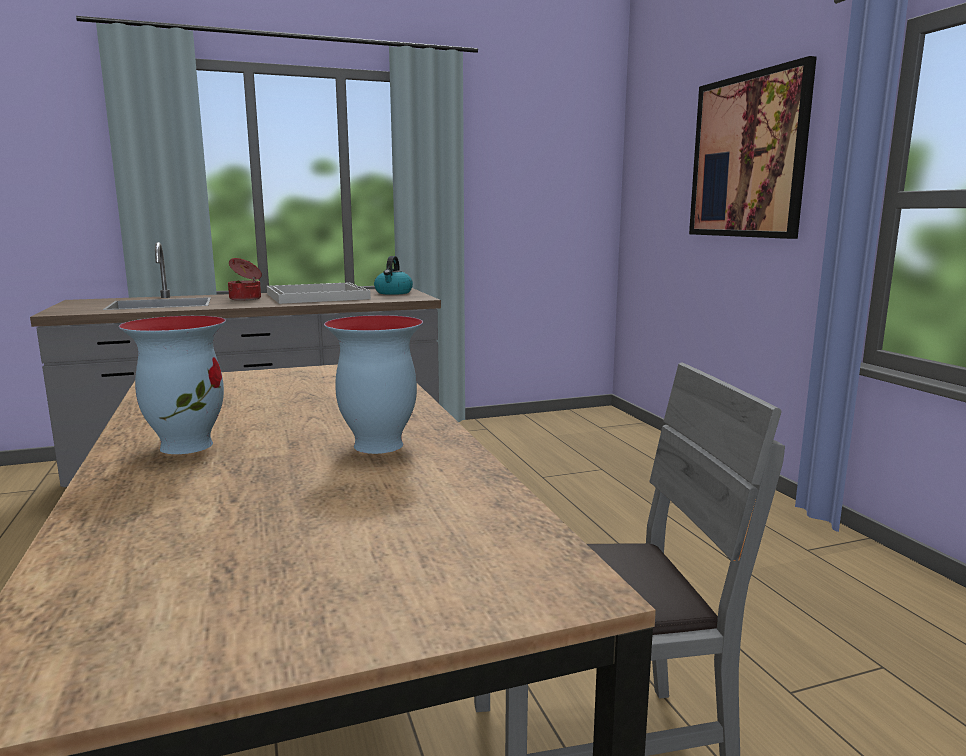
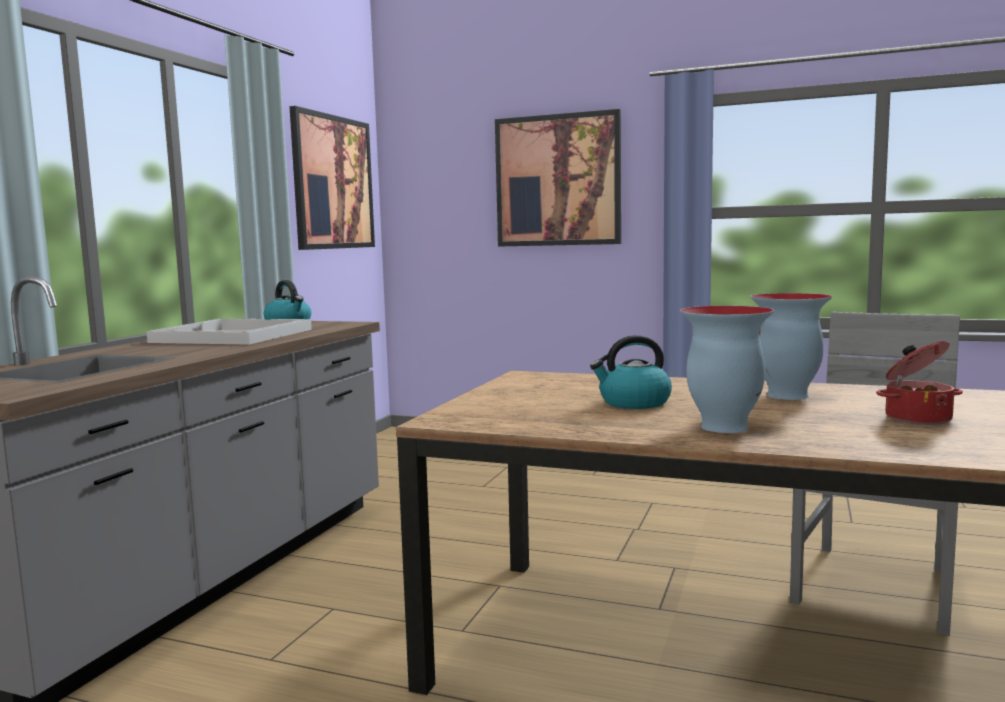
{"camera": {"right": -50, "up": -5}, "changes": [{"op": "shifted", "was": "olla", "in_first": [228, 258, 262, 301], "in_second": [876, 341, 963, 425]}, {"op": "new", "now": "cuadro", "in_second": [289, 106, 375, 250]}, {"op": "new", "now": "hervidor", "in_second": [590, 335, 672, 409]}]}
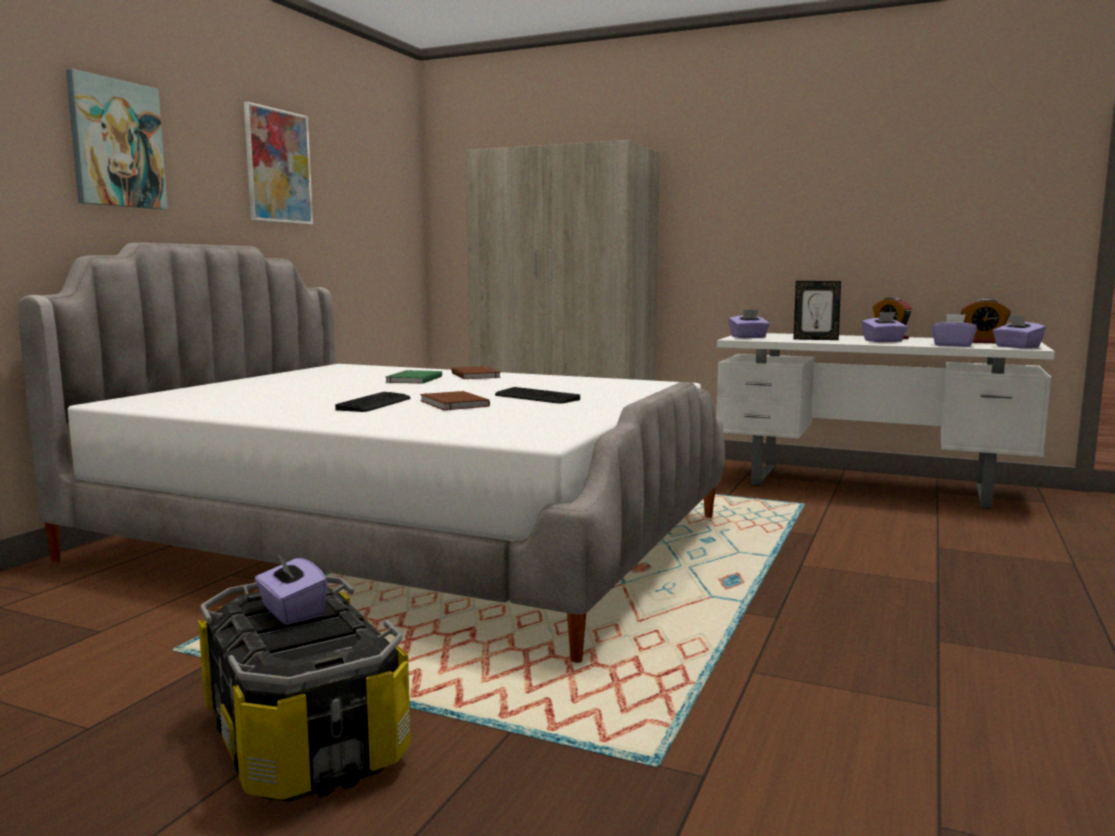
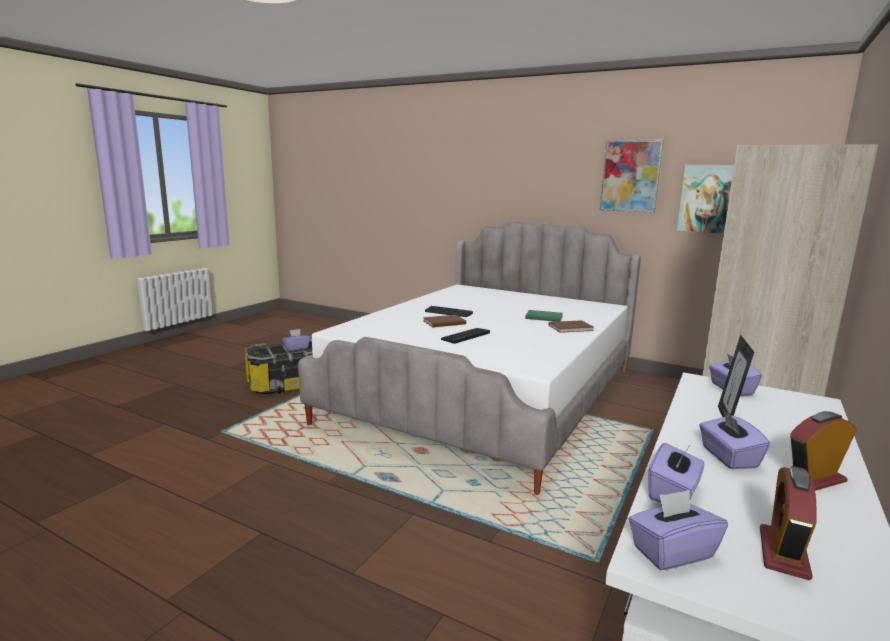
{"camera": {"right": 95, "up": 5}, "changes": [{"op": "shifted", "was": "cuadro", "in_first": [66, 69, 168, 209], "in_second": [677, 165, 734, 234]}]}
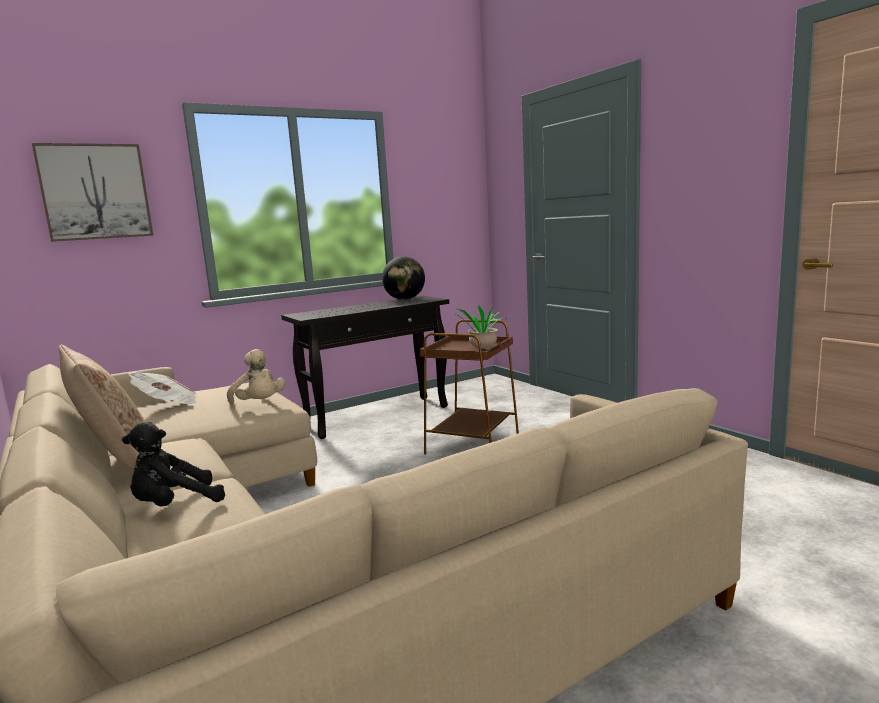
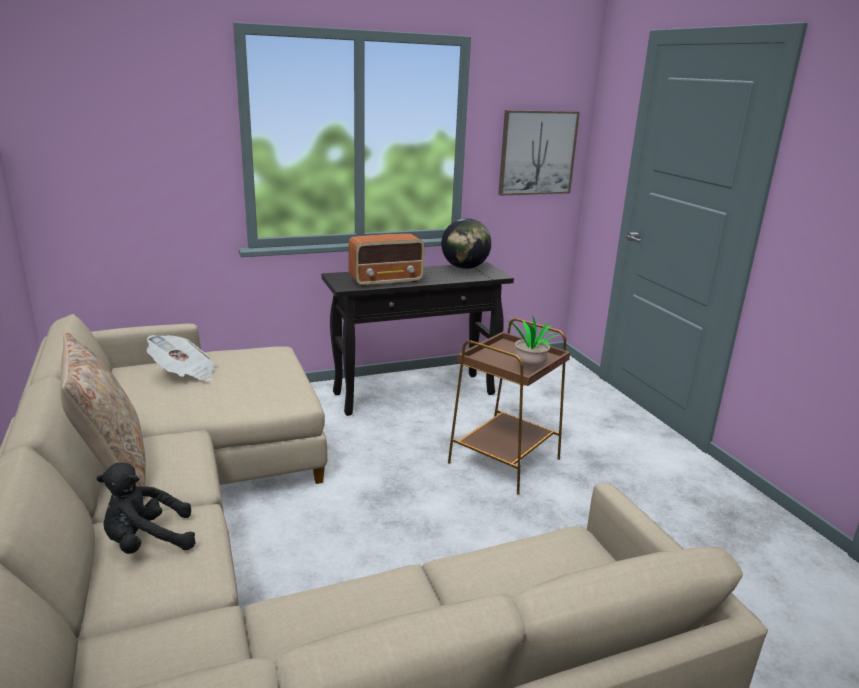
{"camera": {"right": 10, "up": 10}, "changes": [{"op": "shifted", "was": "cuadro", "in_first": [32, 143, 153, 242], "in_second": [498, 110, 580, 195]}, {"op": "gone", "was": "peluche/beis", "in_first": [227, 349, 285, 404]}, {"op": "new", "now": "radio", "in_second": [348, 233, 424, 287]}]}
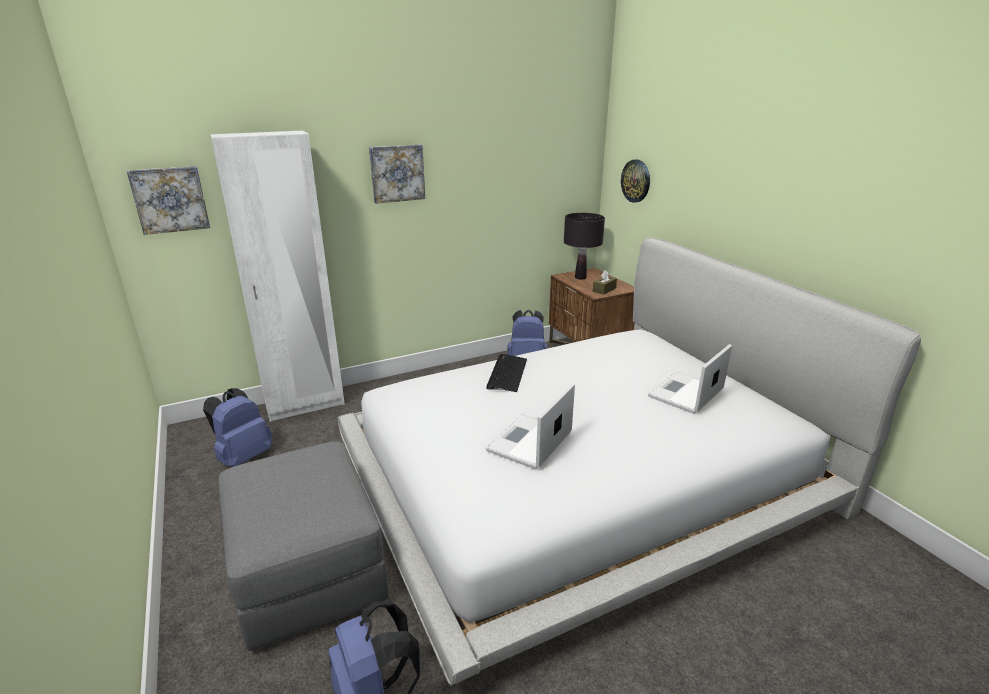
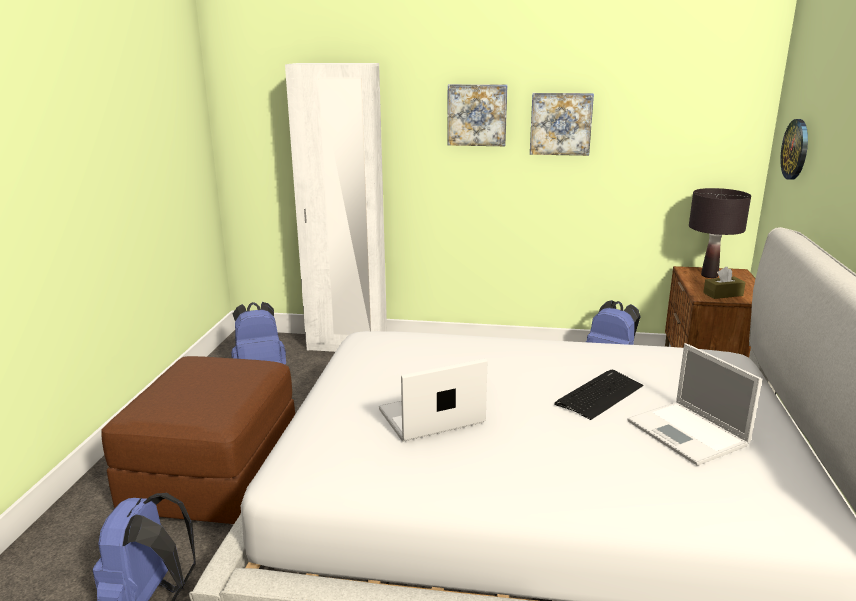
{"camera": {"right": 35, "up": -5}, "changes": [{"op": "shifted", "was": "cuadro", "in_first": [127, 166, 210, 235], "in_second": [530, 93, 594, 156]}, {"op": "rotated", "was": "portátil", "in_first": [648, 344, 732, 414], "in_second": [628, 343, 762, 466], "clockwise": -105}, {"op": "shifted", "was": "teclado", "in_first": [486, 354, 527, 392], "in_second": [554, 370, 643, 420]}, {"op": "repainted", "was": "puf/gris", "now": "puf/marrón", "in_first": [219, 441, 389, 651], "in_second": [101, 356, 295, 524]}]}
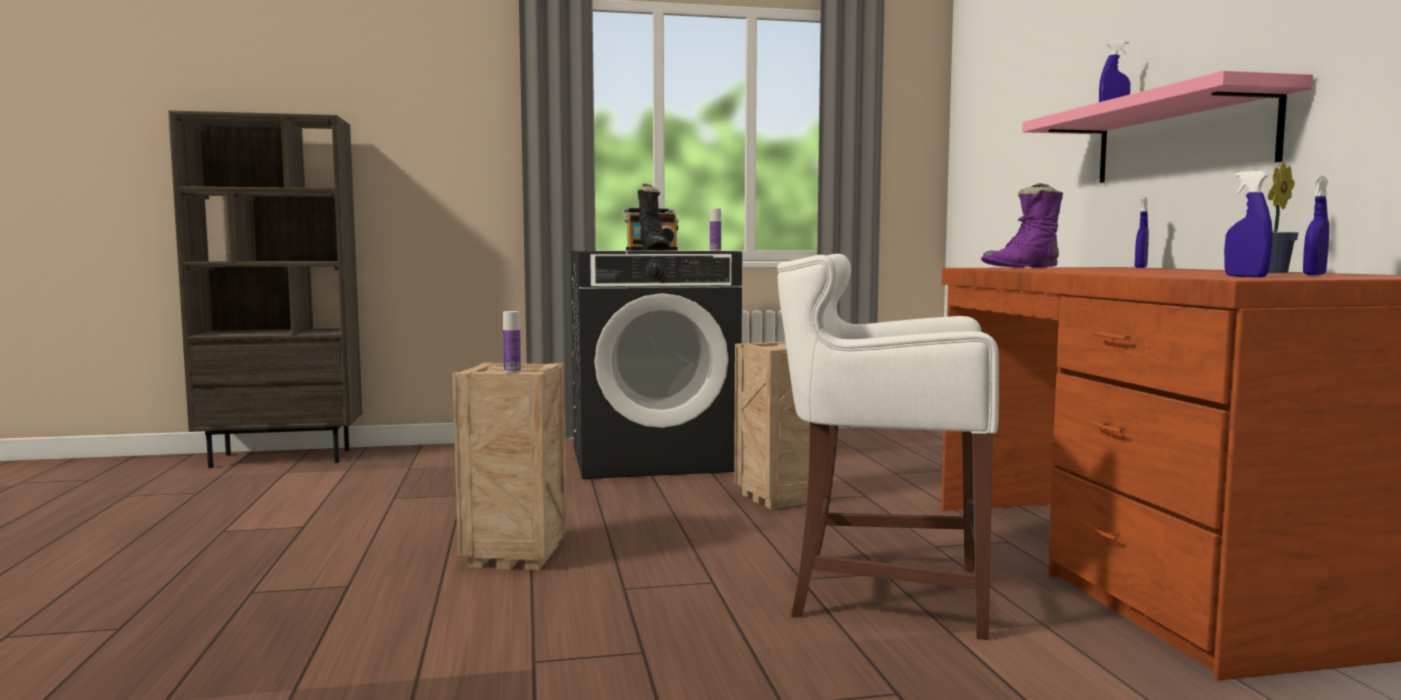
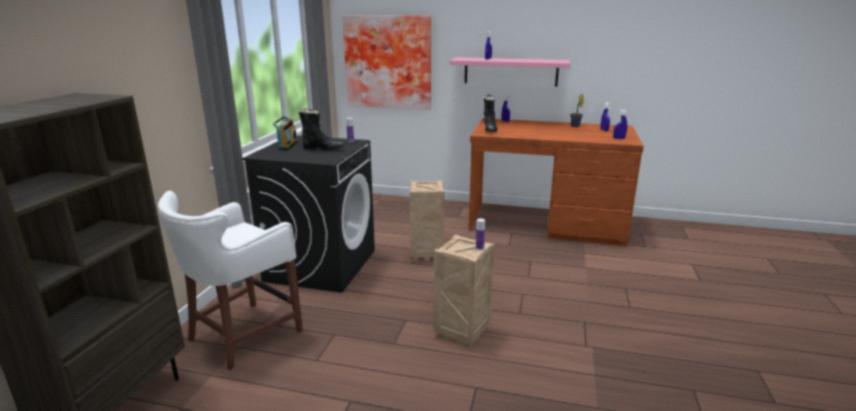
{"camera": {"right": -65, "up": 15}, "changes": [{"op": "repainted", "was": "bota/morado", "now": "bota/negro", "in_first": [981, 183, 1063, 268], "in_second": [484, 94, 497, 132]}, {"op": "shifted", "was": "taburete/blanco", "in_first": [777, 254, 999, 640], "in_second": [158, 191, 303, 370]}, {"op": "new", "now": "cuadro", "in_second": [342, 15, 431, 110]}]}
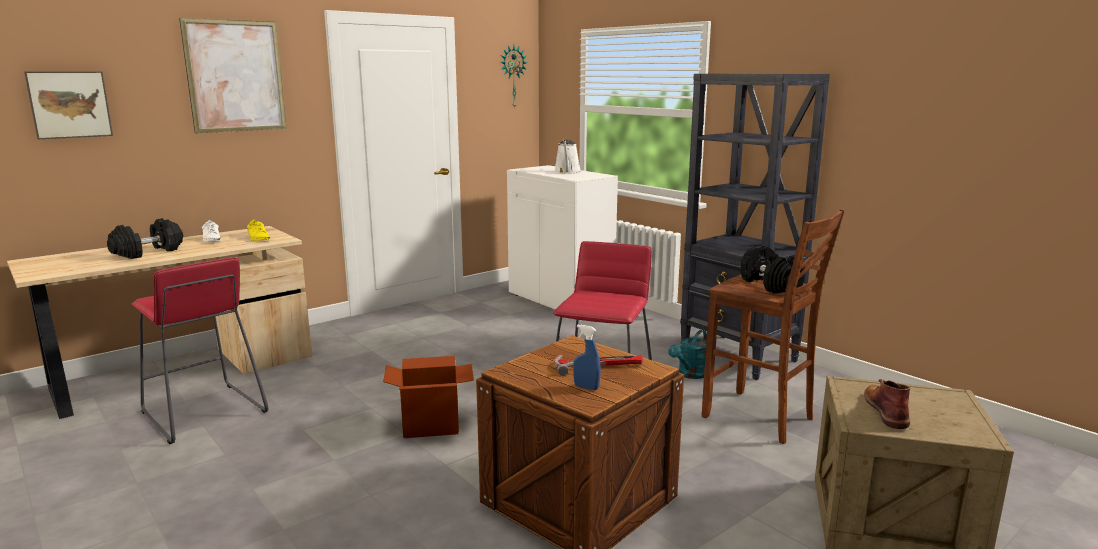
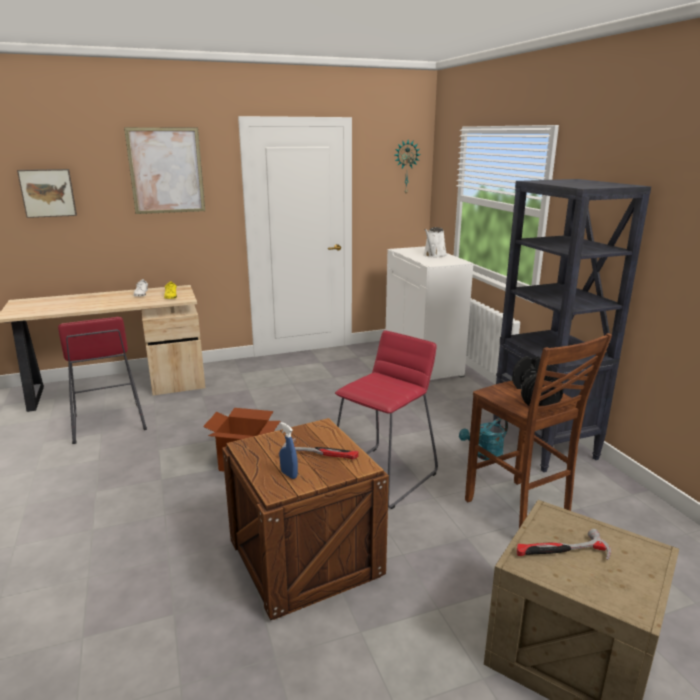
{"camera": {"right": 20, "up": 5}, "changes": [{"op": "gone", "was": "mancuerna/negro", "in_first": [107, 218, 183, 259]}, {"op": "swapped", "was": "bota/marrón", "now": "martillo", "in_first": [864, 379, 910, 429], "in_second": [517, 529, 611, 560]}]}
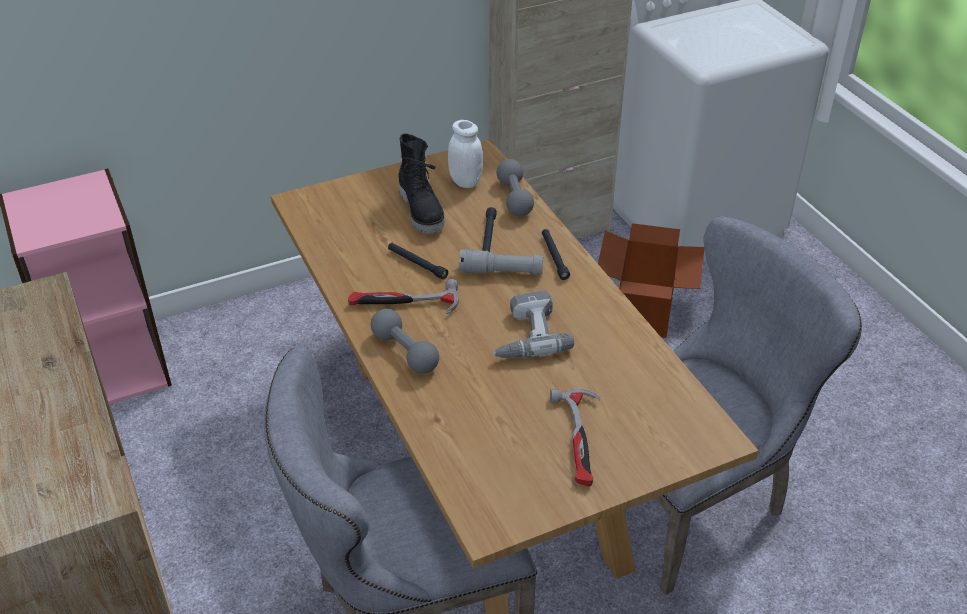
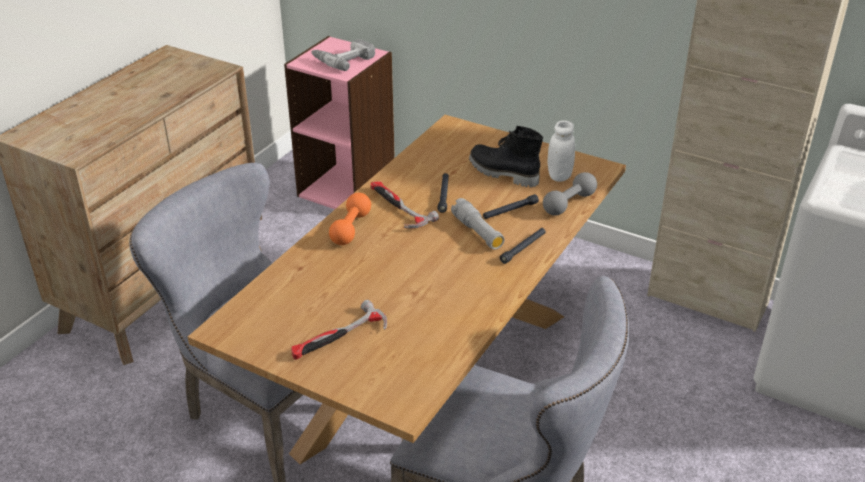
{"camera": {"right": 55, "up": -5}, "changes": [{"op": "rotated", "was": "bota/negro", "in_first": [398, 133, 444, 234], "in_second": [469, 126, 543, 187], "clockwise": 90}, {"op": "gone", "was": "caja de cartón", "in_first": [598, 223, 704, 338]}, {"op": "shifted", "was": "taladro", "in_first": [493, 291, 574, 358], "in_second": [311, 39, 375, 71]}, {"op": "repainted", "was": "mancuerna/gris", "now": "mancuerna/naranja", "in_first": [371, 309, 439, 374], "in_second": [329, 193, 371, 245]}]}
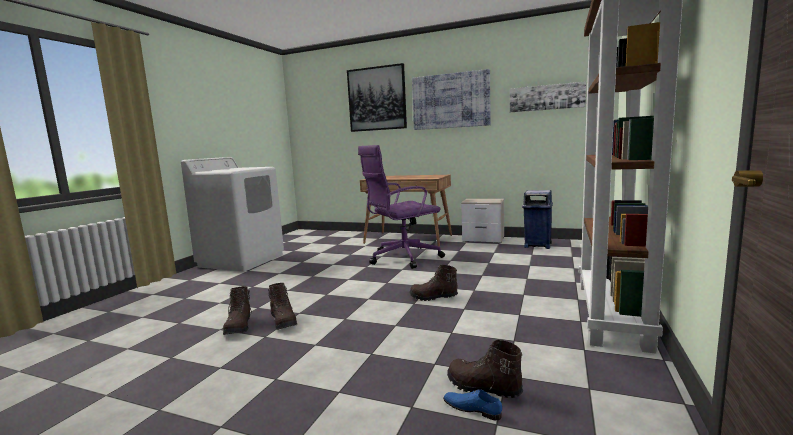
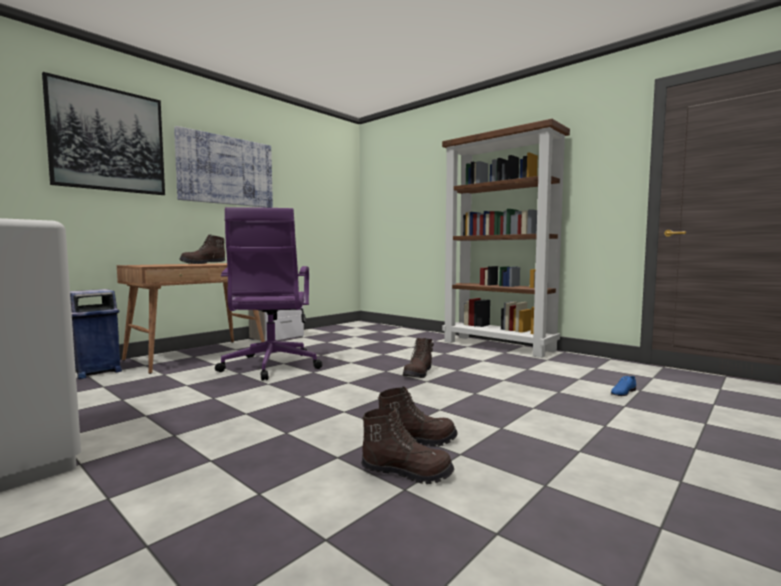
{"camera": {"right": -70, "up": -5}, "changes": [{"op": "gone", "was": "cuadro", "in_first": [510, 81, 586, 112]}, {"op": "shifted", "was": "papelera/azul", "in_first": [522, 190, 553, 249], "in_second": [70, 289, 122, 379]}, {"op": "shifted", "was": "bota/marrón", "in_first": [447, 339, 523, 398], "in_second": [180, 234, 225, 264]}]}
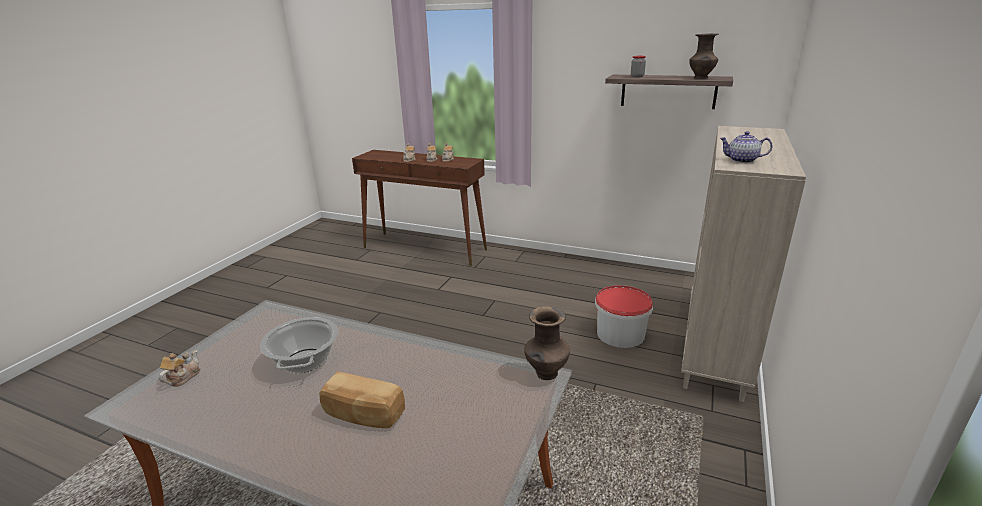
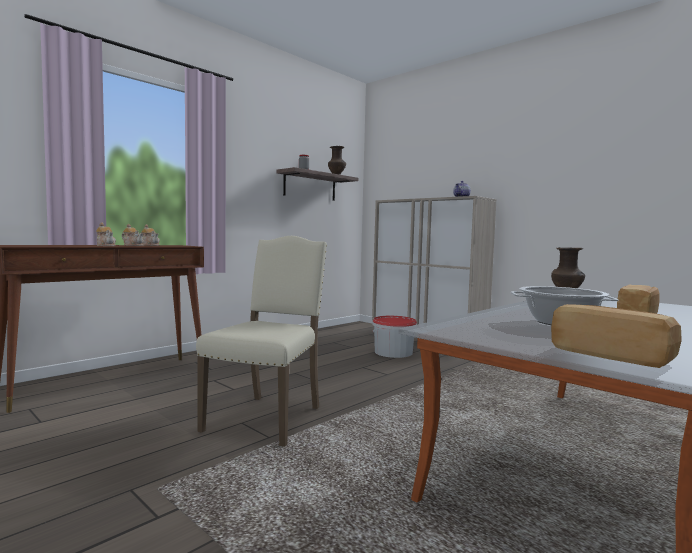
{"camera": {"right": -70, "up": -20}, "changes": [{"op": "swapped", "was": "tetera", "now": "pan", "in_first": [159, 350, 200, 387], "in_second": [551, 304, 682, 368]}, {"op": "new", "now": "silla/beis", "in_second": [196, 236, 327, 447]}]}
